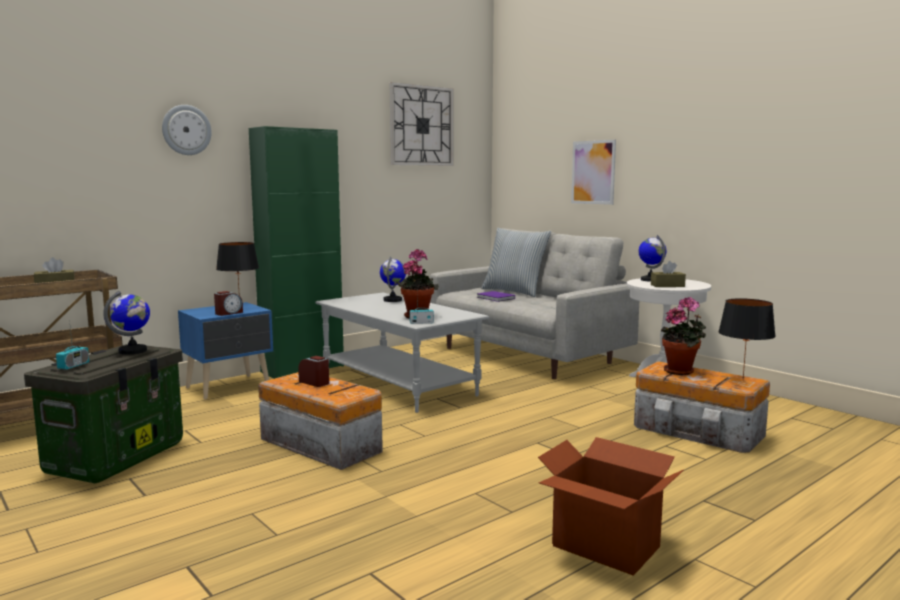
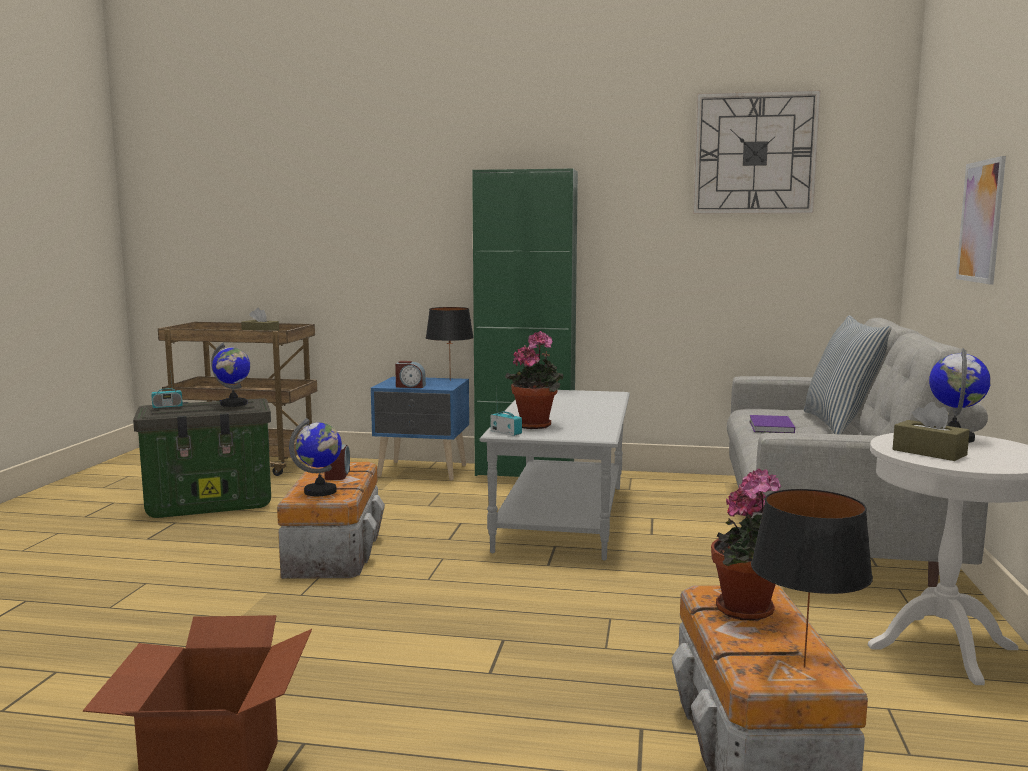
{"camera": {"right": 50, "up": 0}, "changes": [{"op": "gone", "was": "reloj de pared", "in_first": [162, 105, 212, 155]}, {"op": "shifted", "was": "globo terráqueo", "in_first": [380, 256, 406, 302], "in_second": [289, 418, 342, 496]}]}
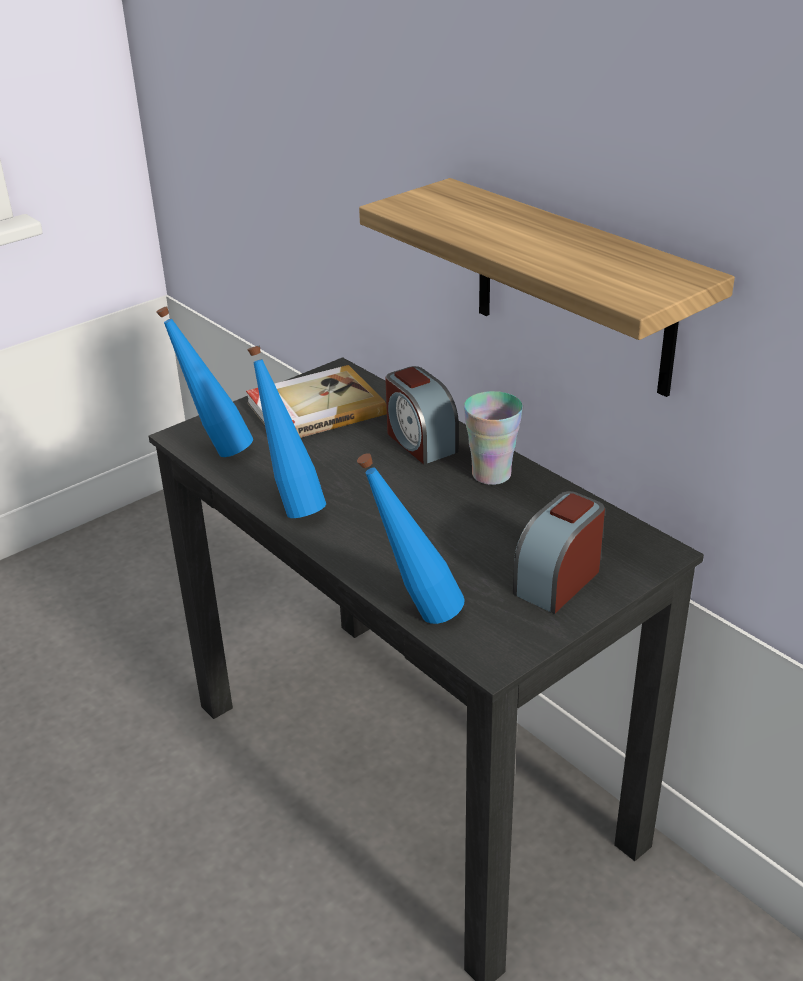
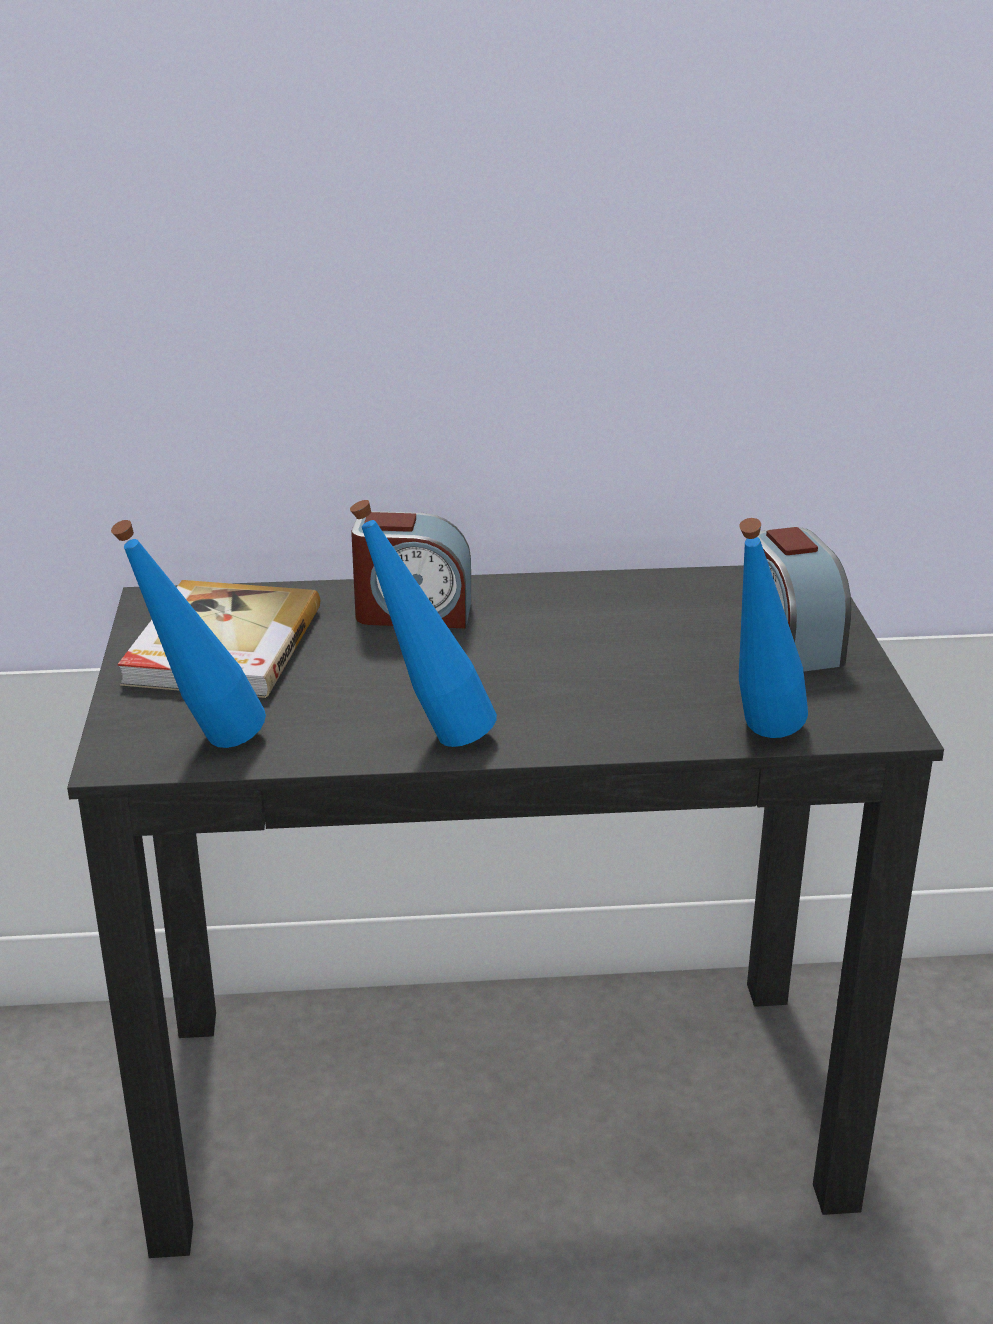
{"camera": {"right": -55, "up": -5}, "changes": [{"op": "gone", "was": "estante", "in_first": [359, 178, 735, 397]}, {"op": "gone", "was": "taza", "in_first": [464, 391, 523, 485]}]}
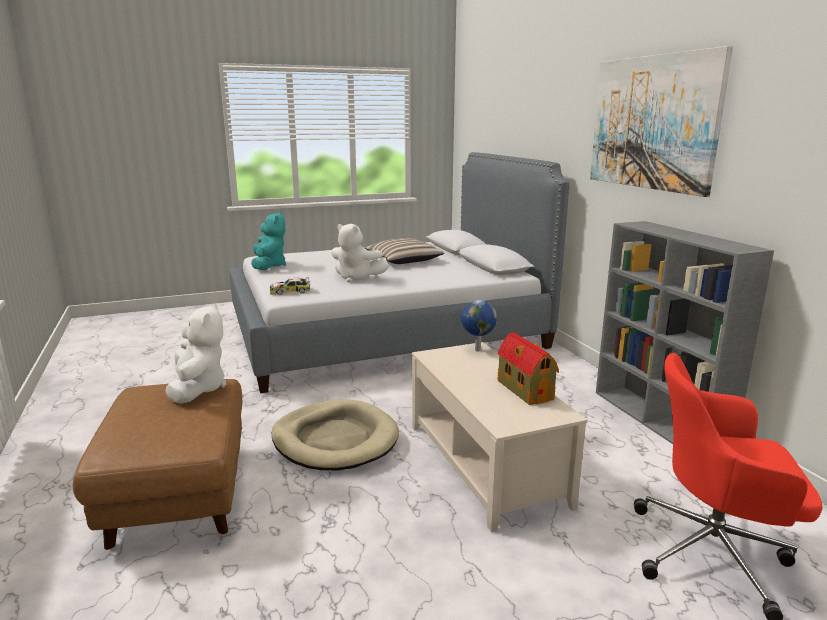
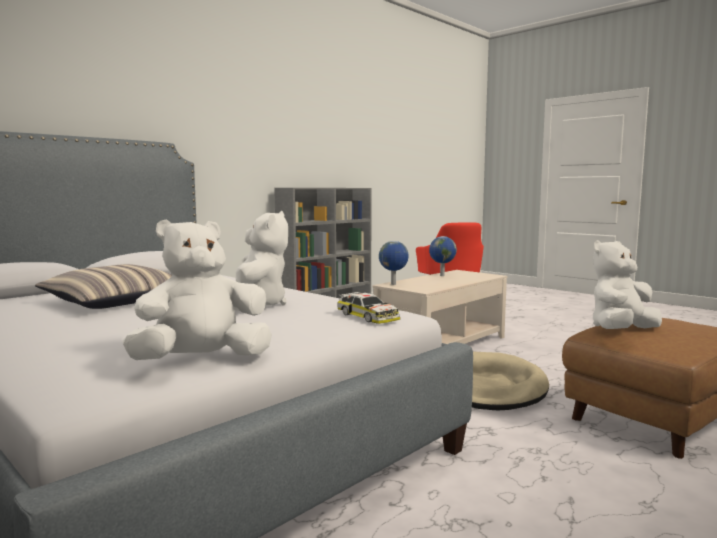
{"camera": {"right": -115, "up": -10}, "changes": [{"op": "gone", "was": "cuadro", "in_first": [590, 46, 733, 197]}, {"op": "repainted", "was": "peluche/turquesa", "now": "peluche/blanco", "in_first": [251, 212, 286, 270], "in_second": [122, 219, 272, 360]}, {"op": "swapped", "was": "casita", "now": "globo terráqueo", "in_first": [498, 333, 559, 405], "in_second": [429, 236, 457, 276]}]}
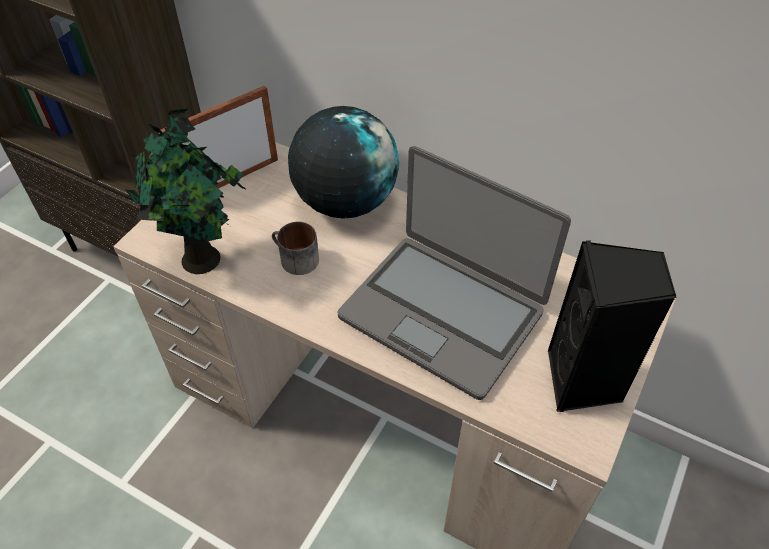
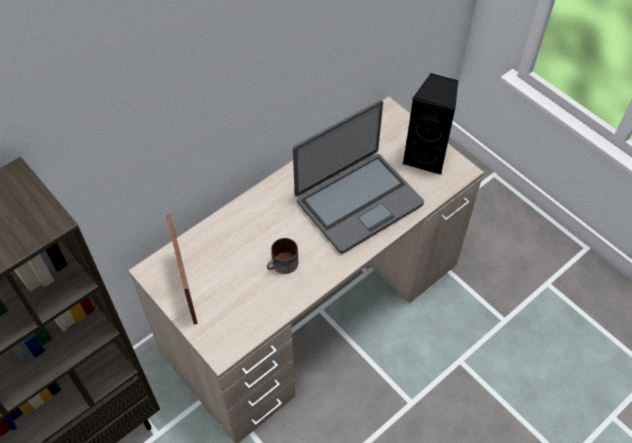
{"camera": {"right": -70, "up": 5}, "changes": [{"op": "gone", "was": "globo terráqueo", "in_first": [288, 106, 399, 219]}, {"op": "gone", "was": "planta en maceta", "in_first": [126, 109, 247, 274]}]}
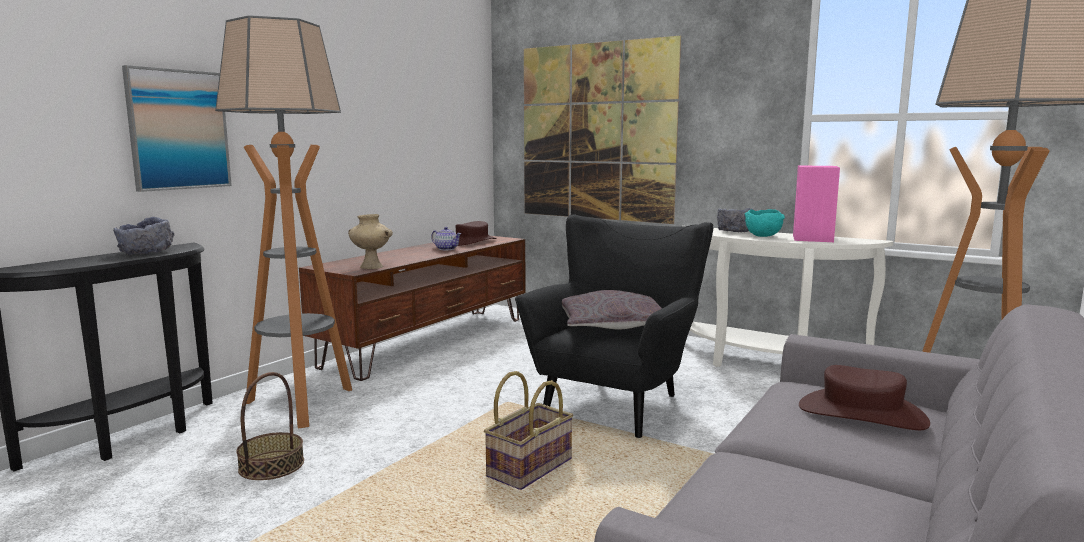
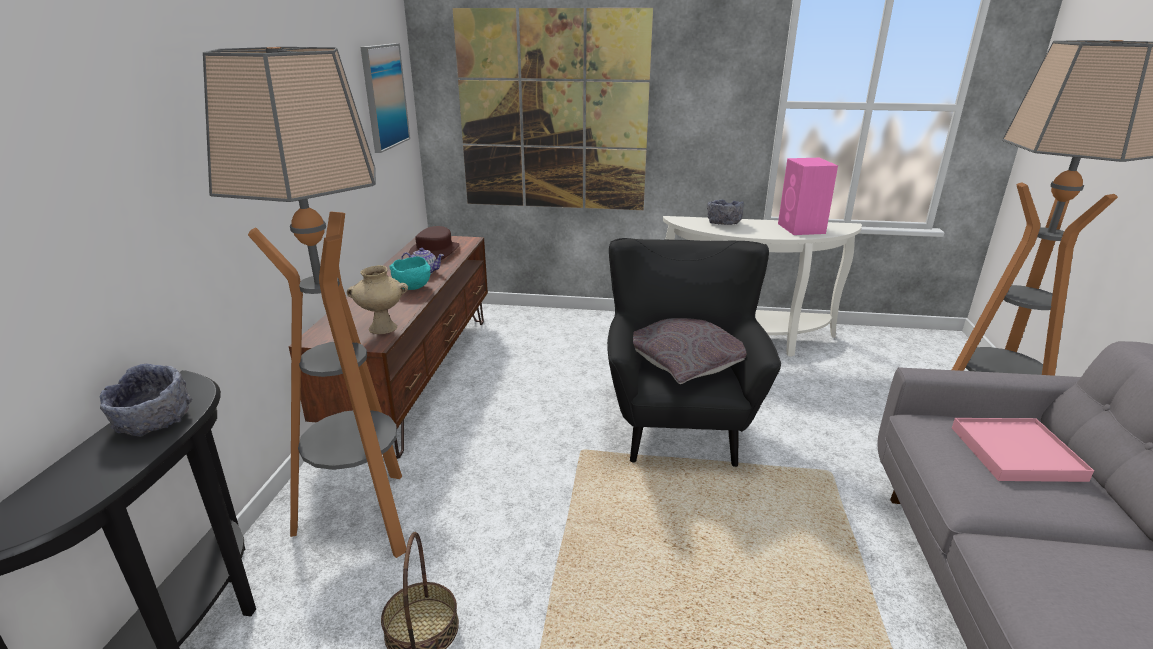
{"camera": {"right": -25, "up": 15}, "changes": [{"op": "shifted", "was": "cuadro", "in_first": [122, 65, 232, 192], "in_second": [360, 43, 410, 153]}, {"op": "shifted", "was": "cuenco/turquesa", "in_first": [745, 209, 785, 237], "in_second": [389, 257, 431, 290]}, {"op": "swapped", "was": "sombrero/marrón", "now": "bandeja/rosa", "in_first": [799, 365, 930, 430], "in_second": [952, 418, 1094, 482]}, {"op": "gone", "was": "cesta", "in_first": [484, 371, 574, 490]}]}
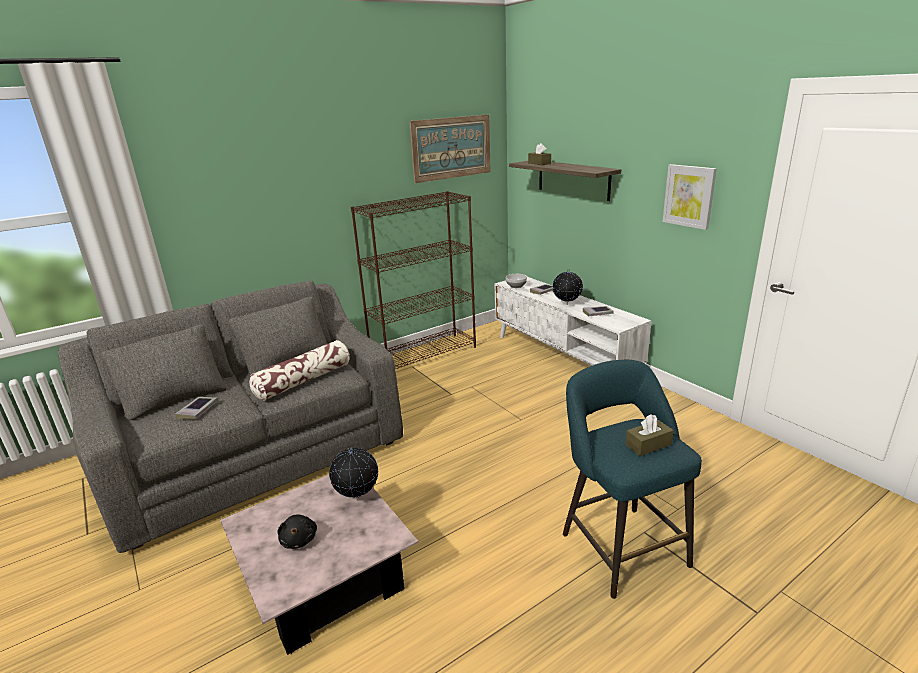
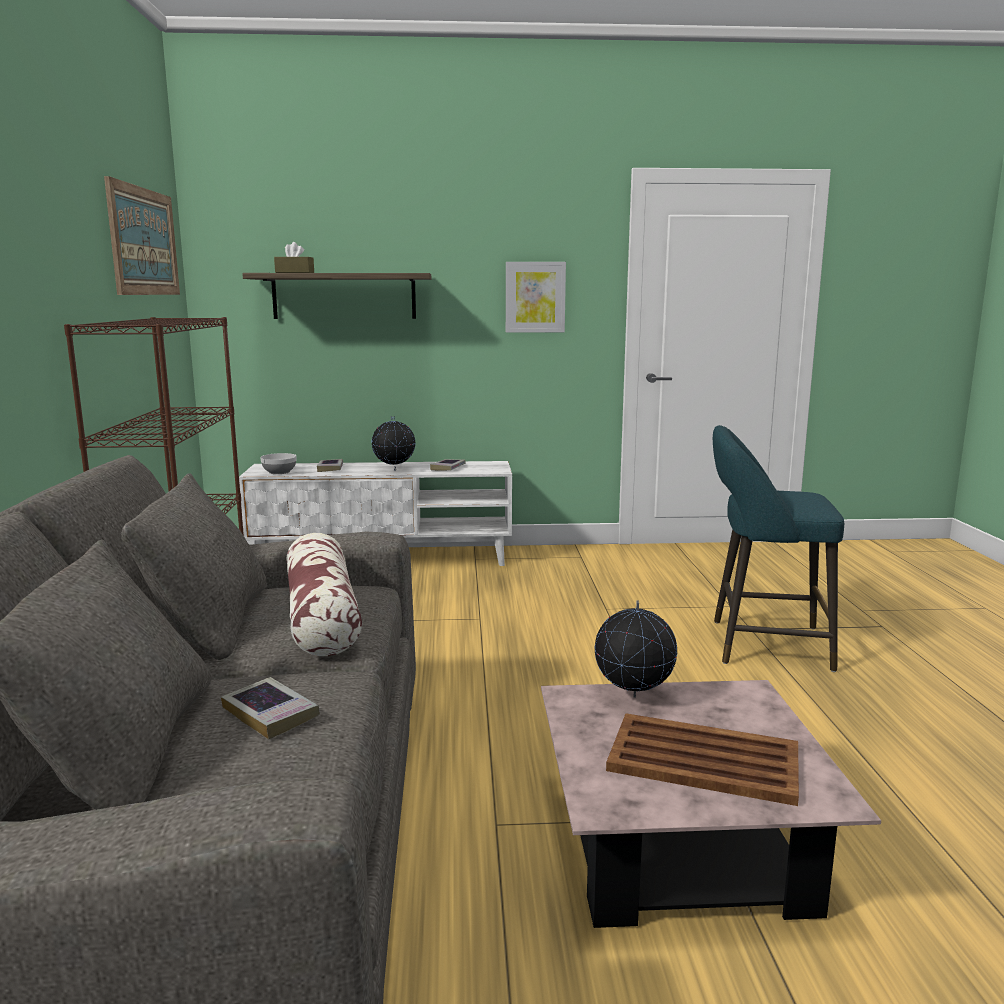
{"camera": {"right": -60, "up": -10}, "changes": [{"op": "gone", "was": "caja de pañuelos/marrón", "in_first": [625, 414, 674, 456]}, {"op": "swapped", "was": "peluche/negro", "now": "bandeja/marrón", "in_first": [277, 515, 317, 549], "in_second": [606, 713, 799, 806]}]}
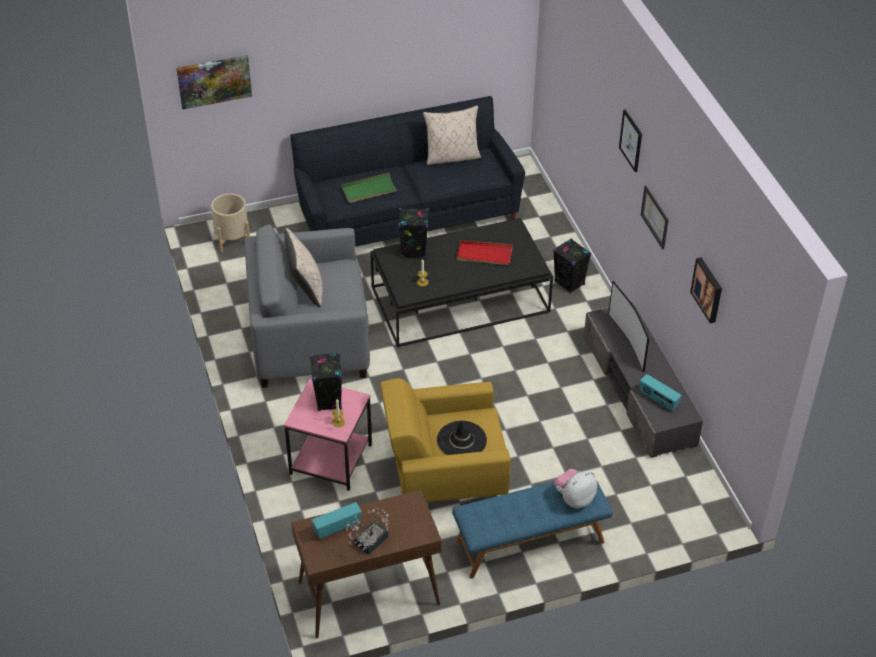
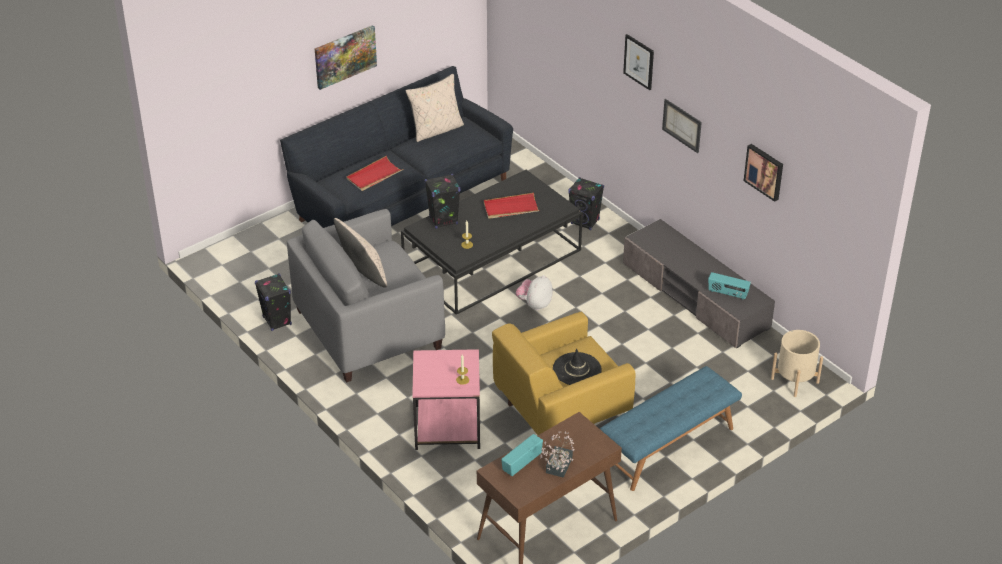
{"camera": {"right": -20, "up": -5}, "changes": [{"op": "shifted", "was": "cuadro", "in_first": [176, 55, 252, 109], "in_second": [315, 25, 377, 90]}, {"op": "repainted", "was": "bandeja/verde", "now": "bandeja/rojo", "in_first": [341, 173, 398, 203], "in_second": [346, 156, 403, 191]}, {"op": "shifted", "was": "maceta/beis", "in_first": [211, 193, 250, 252], "in_second": [771, 330, 823, 397]}, {"op": "gone", "was": "televisor", "in_first": [608, 281, 649, 372]}, {"op": "shifted", "was": "altavoz/negro", "in_first": [310, 353, 342, 411], "in_second": [255, 274, 292, 331]}, {"op": "shifted", "was": "peluche", "in_first": [554, 469, 597, 508], "in_second": [516, 275, 553, 310]}]}
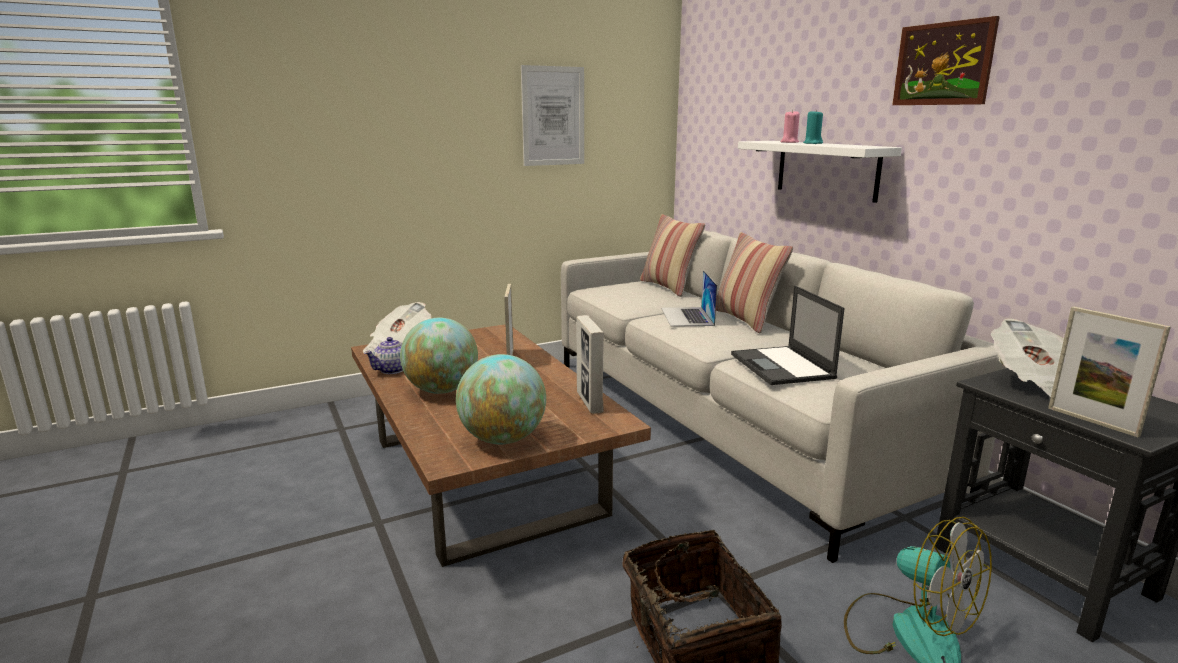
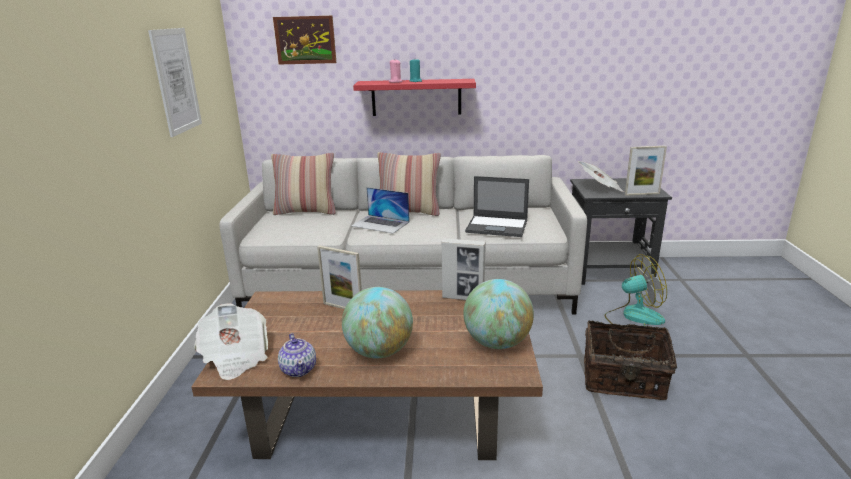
{"camera": {"right": -60, "up": 5}, "changes": [{"op": "shifted", "was": "cuadro", "in_first": [892, 16, 1000, 105], "in_second": [273, 16, 336, 65]}, {"op": "repainted", "was": "estante/blanco", "now": "estante/rojo", "in_first": [738, 141, 902, 203], "in_second": [353, 79, 476, 116]}]}
